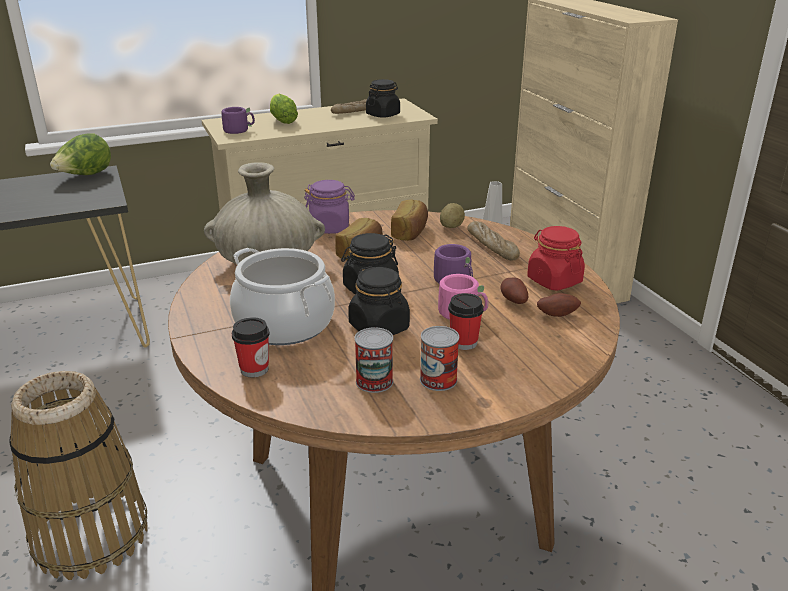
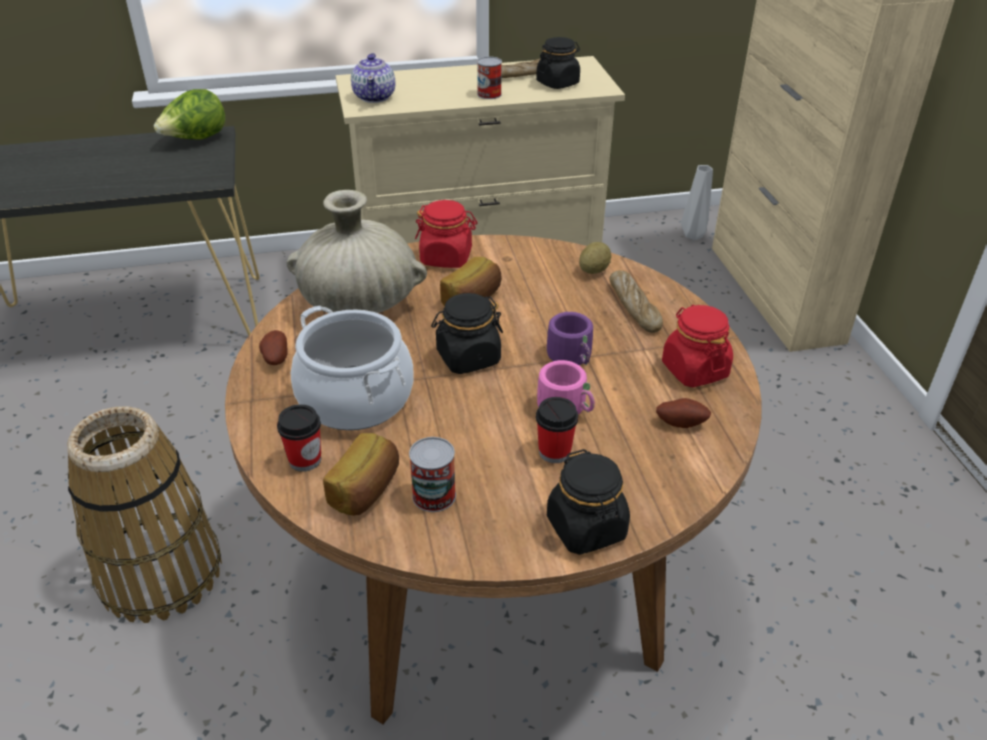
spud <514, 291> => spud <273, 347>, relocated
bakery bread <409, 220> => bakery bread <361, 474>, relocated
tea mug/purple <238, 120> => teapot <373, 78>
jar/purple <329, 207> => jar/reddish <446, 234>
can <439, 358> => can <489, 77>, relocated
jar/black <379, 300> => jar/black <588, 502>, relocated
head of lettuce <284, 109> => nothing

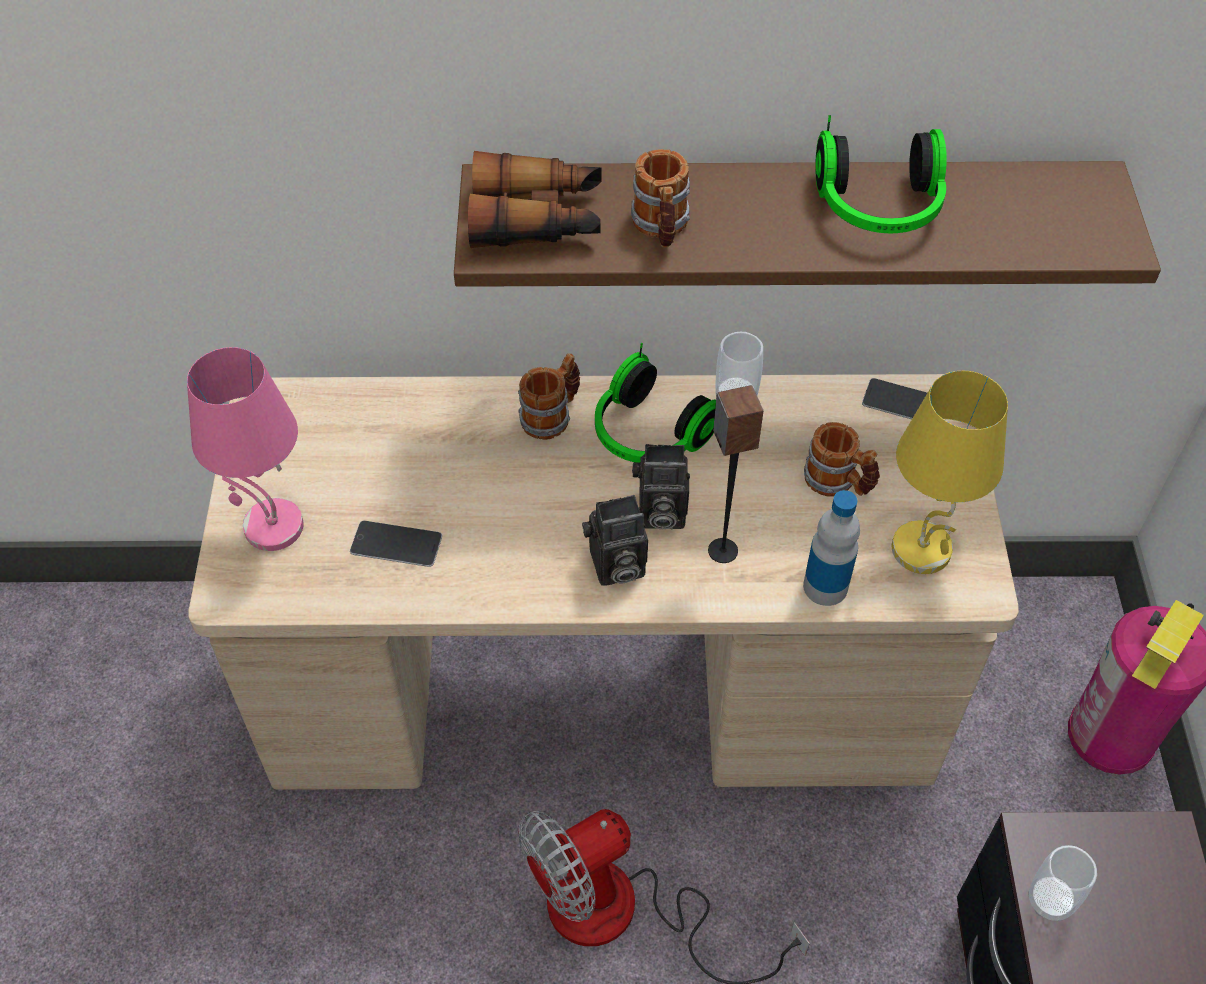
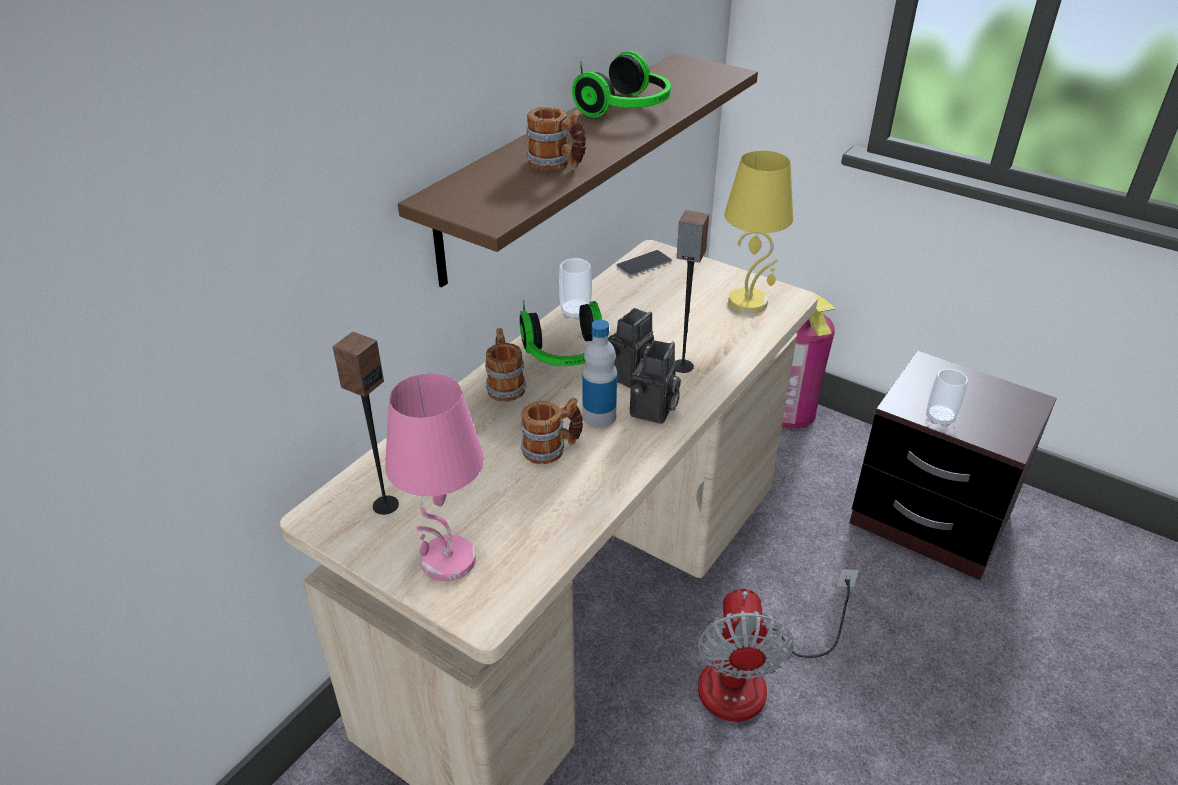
nothing => audio speaker <365, 423>
tea mug <842, 459> => tea mug <551, 430>, relocated
bottle <831, 548> => bottle <599, 374>, relocated
handset <396, 544> => nothing
pair of binoculars <534, 199> => nothing

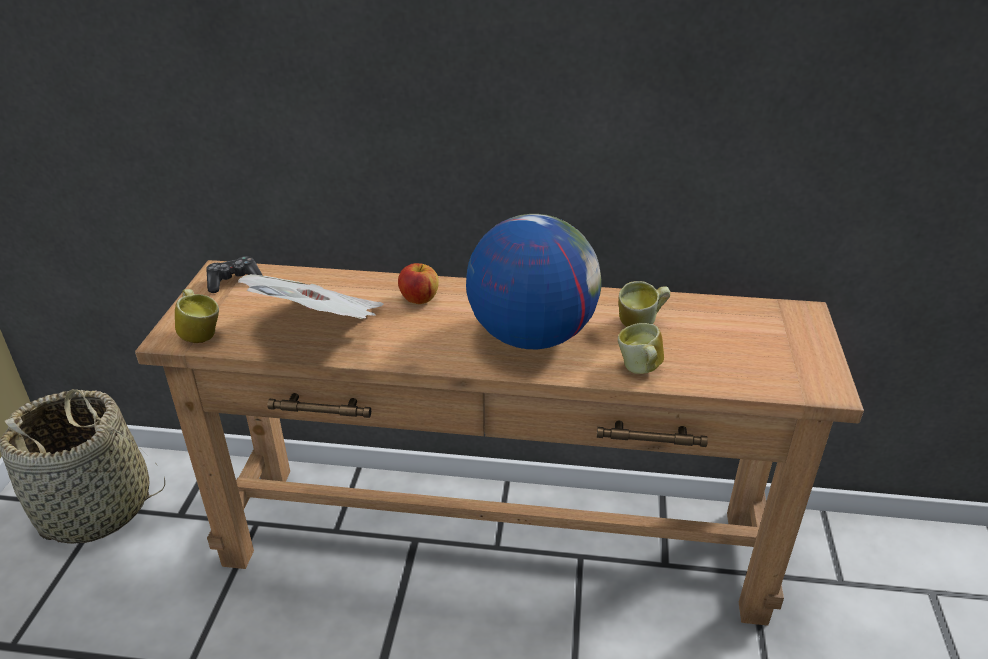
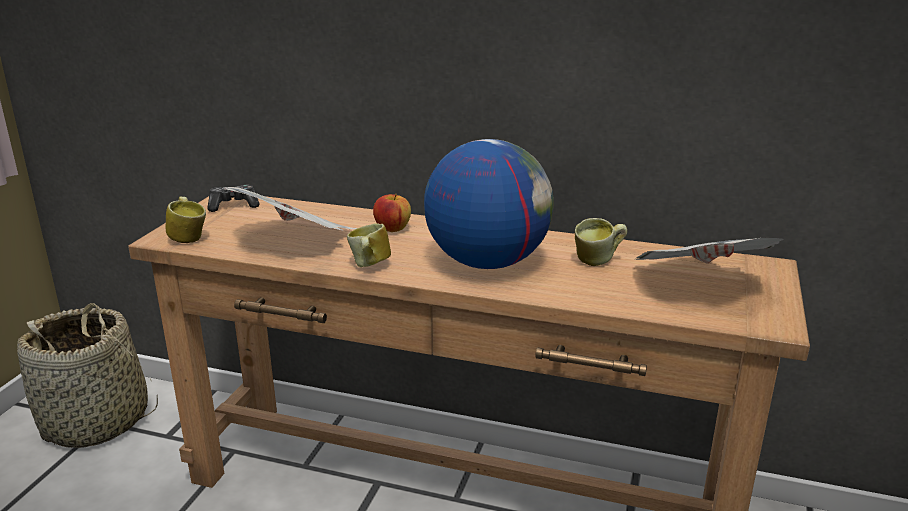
tea mug <641, 348> => tea mug <369, 245>, relocated
nothing => newspaper <709, 251>

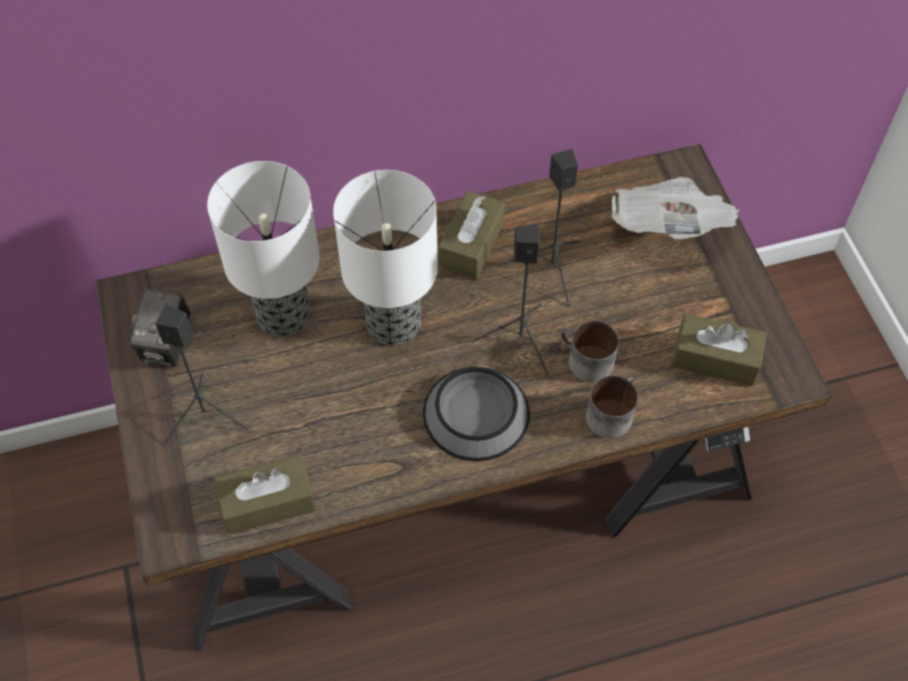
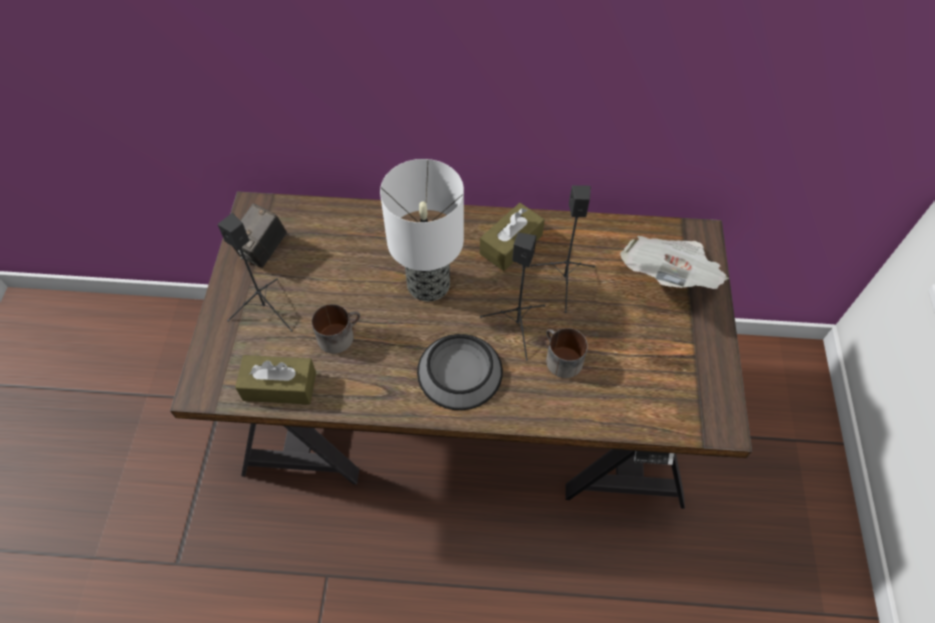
tea mug <612, 406> => tea mug <336, 329>, relocated
table lamp <263, 248> => nothing
box of tissues/brown-coloured <719, 350> => nothing

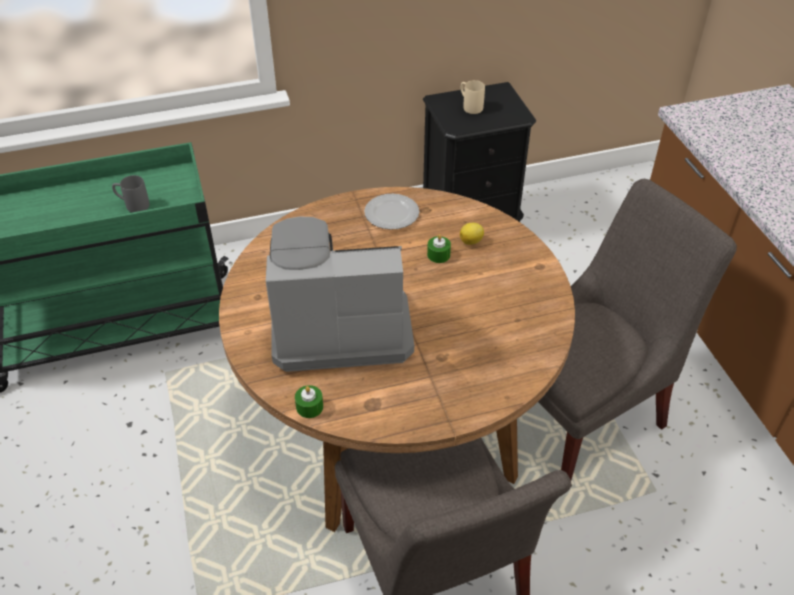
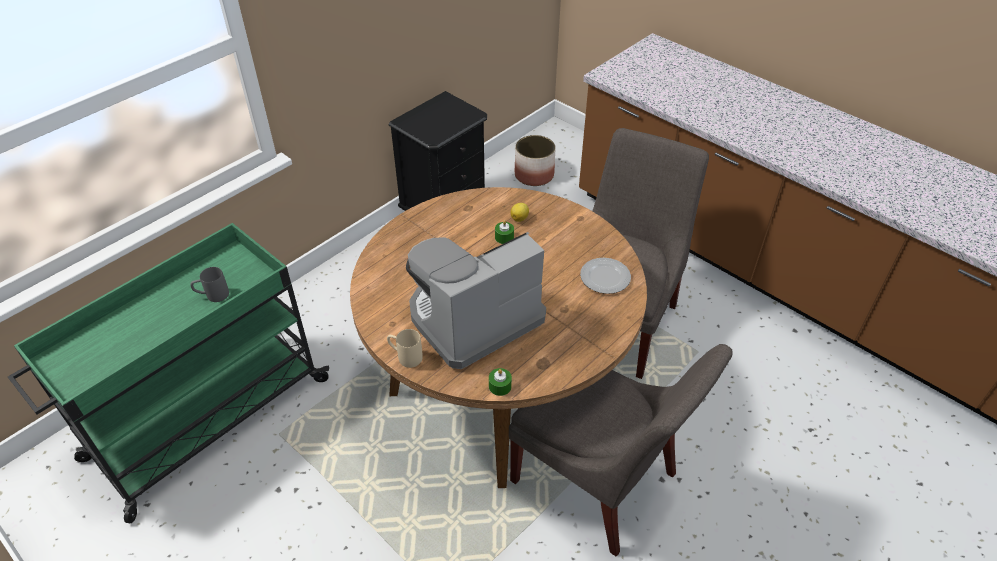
tea mug/beige <473, 97> => tea mug/beige <405, 348>, relocated
nothing => plant pot <535, 160>
plate <391, 212> => plate <605, 276>, relocated

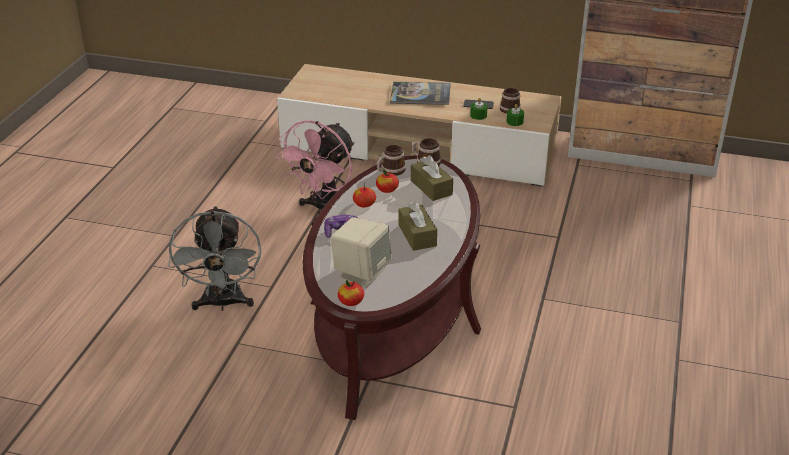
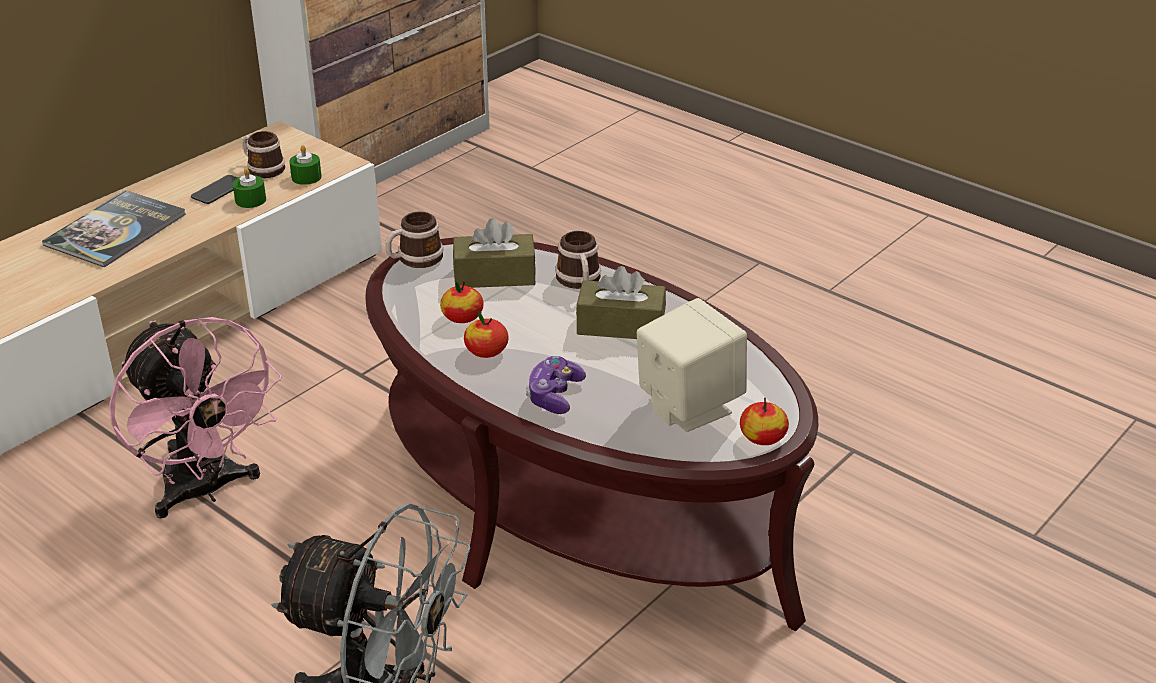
tea mug <391, 160> => tea mug <578, 260>, relocated

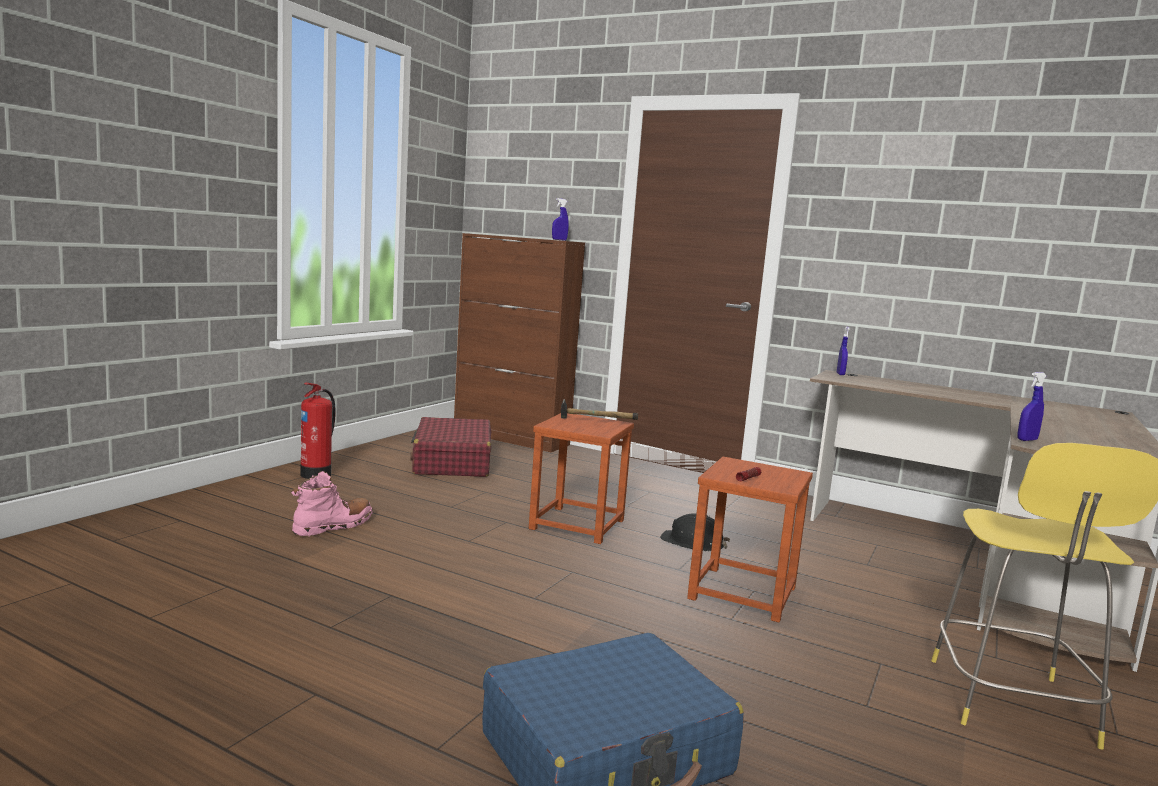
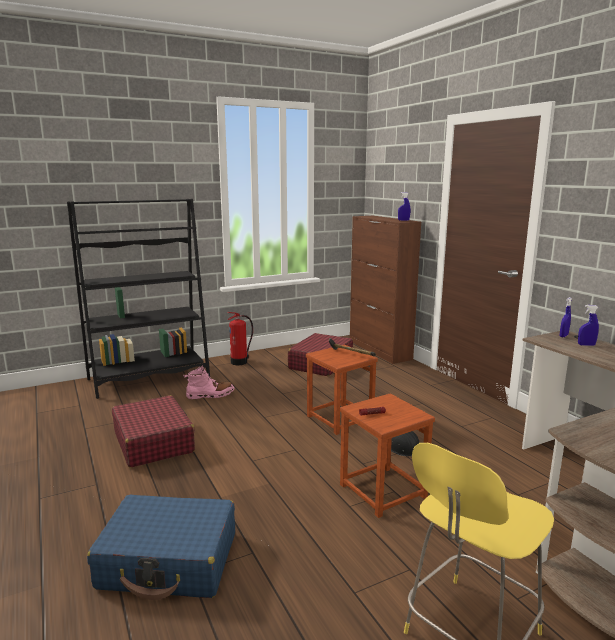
nothing => bookcase/black <138, 299>
nothing => piece of luggage/reddish <153, 431>
spray bottle/bluish <1031, 406> => spray bottle/bluish <588, 325>, relocated

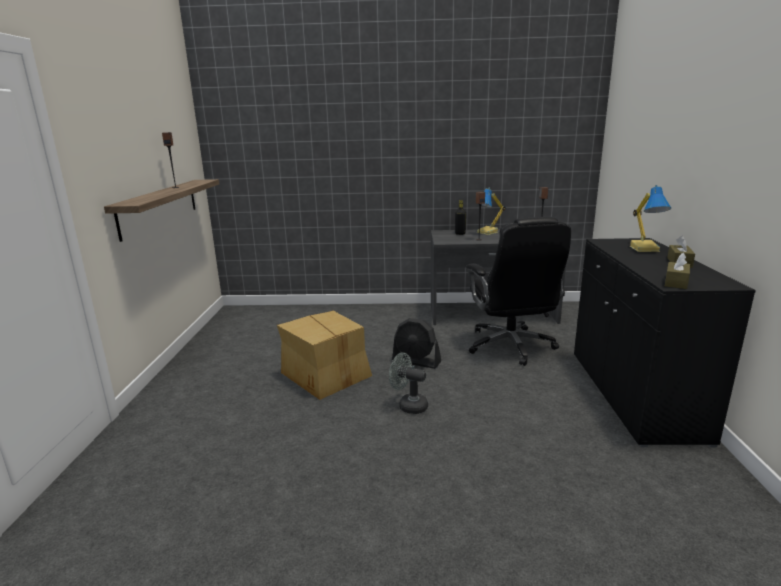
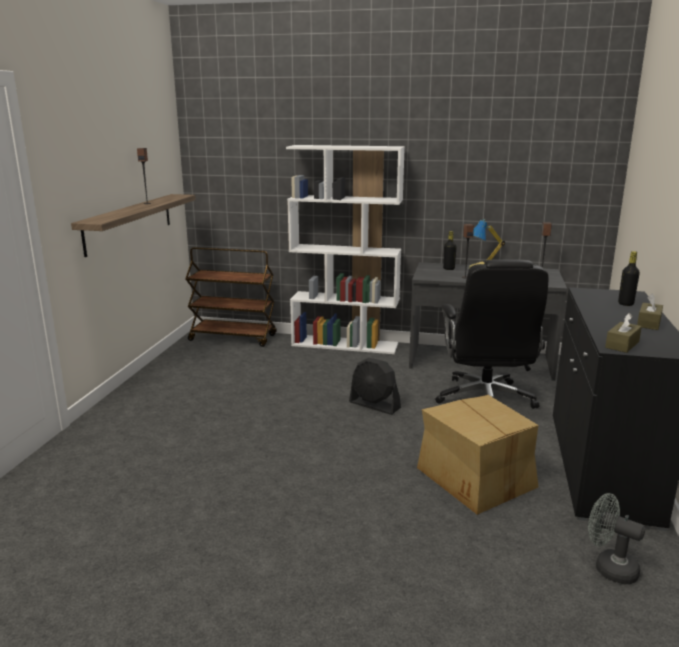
nothing => wheeled cart/brown-coloured <231, 297>
nothing => bookcase/whitish <345, 249>
cardboard box <324, 355> => cardboard box <477, 455>, relocated
cooling fan/gray <408, 383> => cooling fan/gray <616, 538>, relocated
table lamp <650, 218> => bottle/black <629, 278>

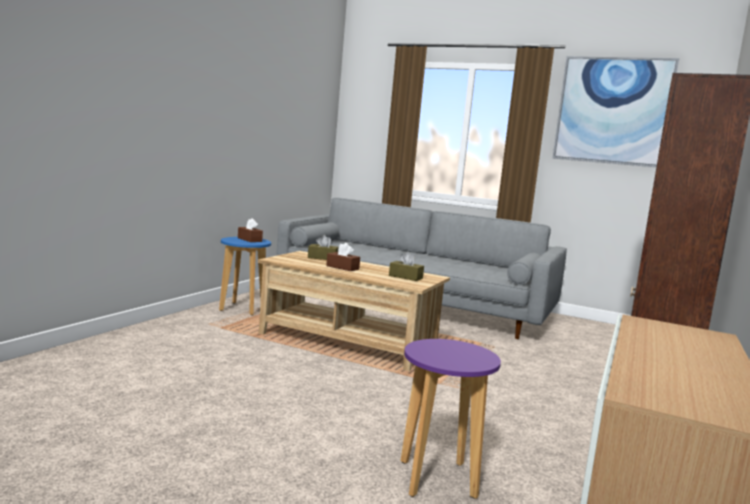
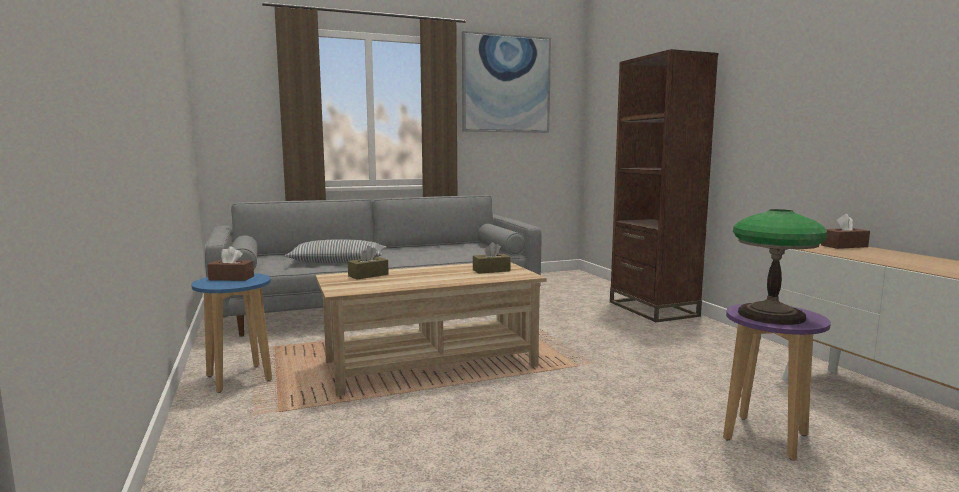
nothing => pillow <335, 251>
nothing => table lamp <780, 267>
box of tissues/brown-coloured <343, 257> => box of tissues/brown-coloured <845, 231>, relocated

